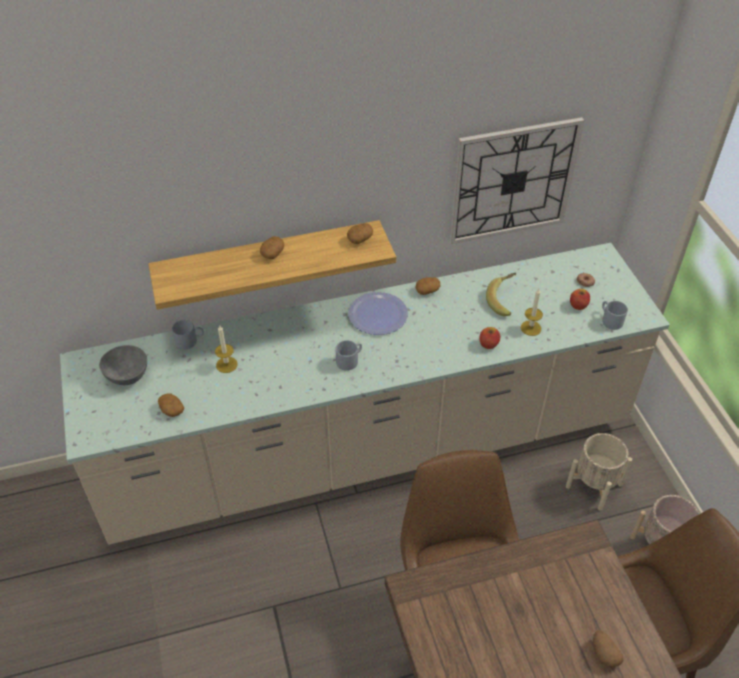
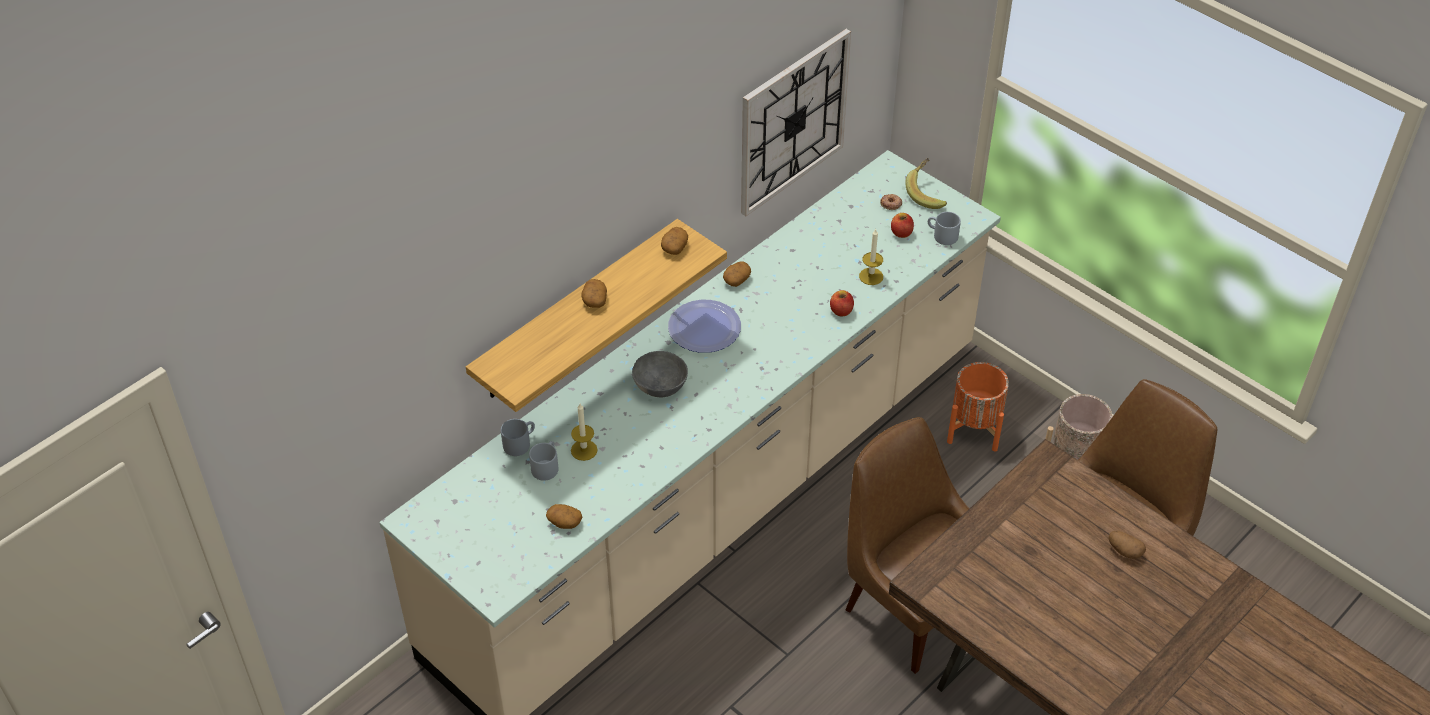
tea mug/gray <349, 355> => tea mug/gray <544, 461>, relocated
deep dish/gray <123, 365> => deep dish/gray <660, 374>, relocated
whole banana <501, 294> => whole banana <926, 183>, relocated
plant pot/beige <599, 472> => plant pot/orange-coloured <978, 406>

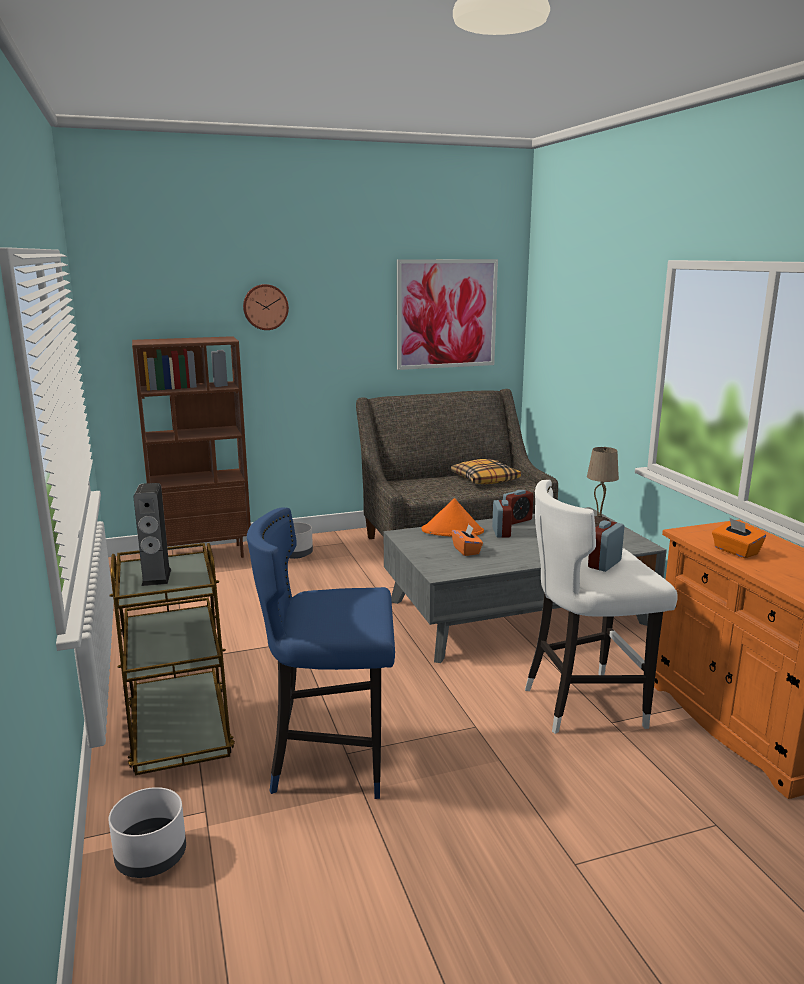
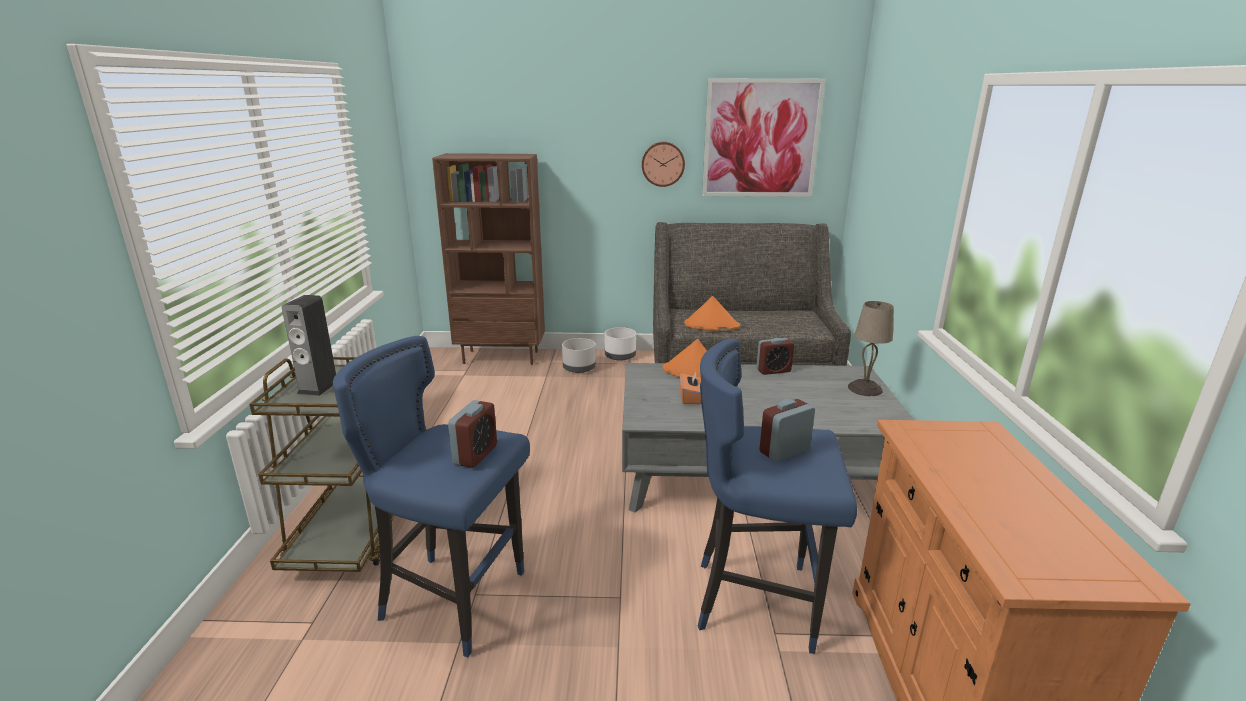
alarm clock <502, 519> => alarm clock <472, 434>, relocated
plant pot/whitish <147, 832> => plant pot/whitish <620, 344>, relocated
wall clock <266, 307> => wall clock <663, 164>, relocated
nothing => clothing hat/orange-coloured <712, 313>
sitting stool/whitish <601, 607> => sitting stool/bluish <777, 496>
pillow <486, 471> => nothing
box of tissues/orange-coloured <739, 538> => nothing

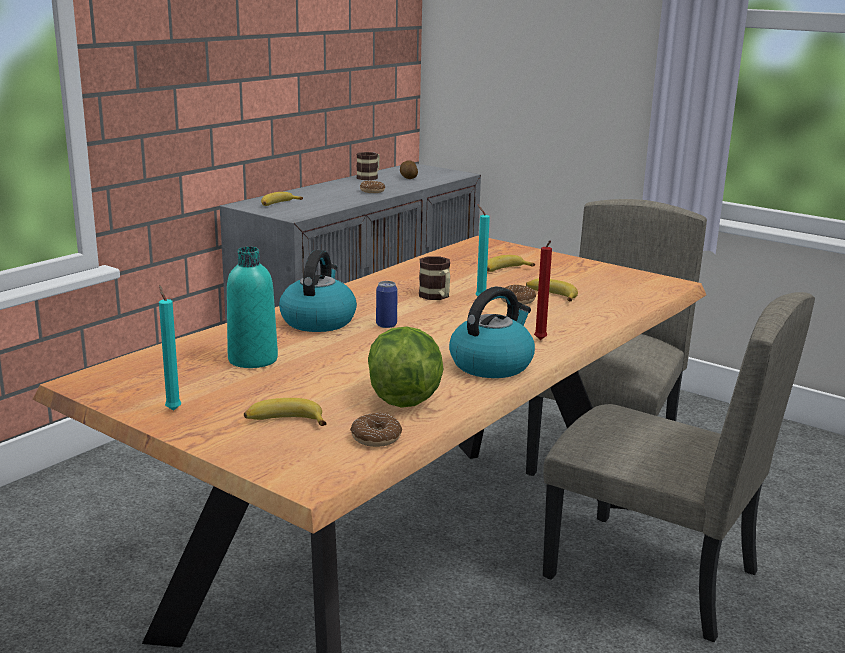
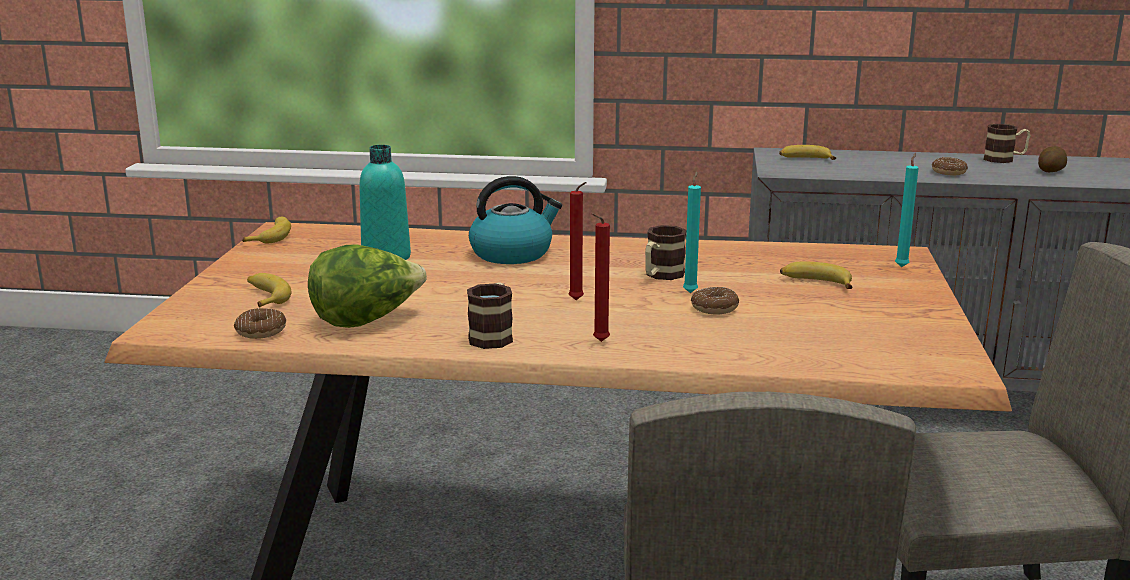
whole banana <552, 289> => whole banana <266, 230>, relocated
tea kettle <492, 332> => tea mug <490, 315>
nothing => candle/reddish <577, 241>
candle/blue-green <170, 348> => candle/blue-green <907, 210>, relocated
can <387, 304> => nothing

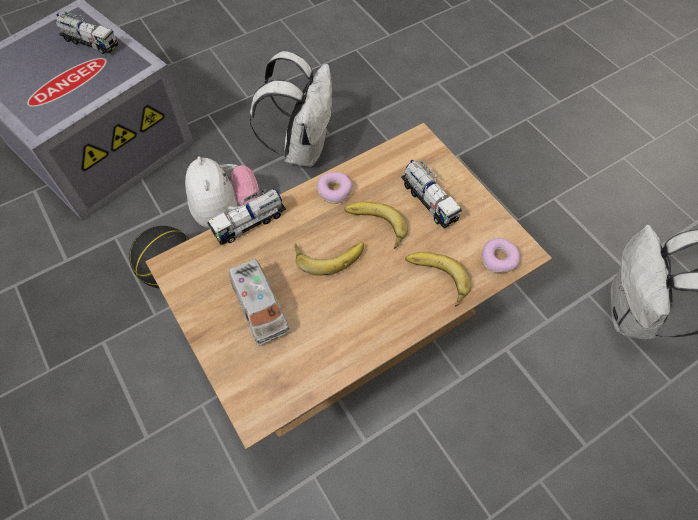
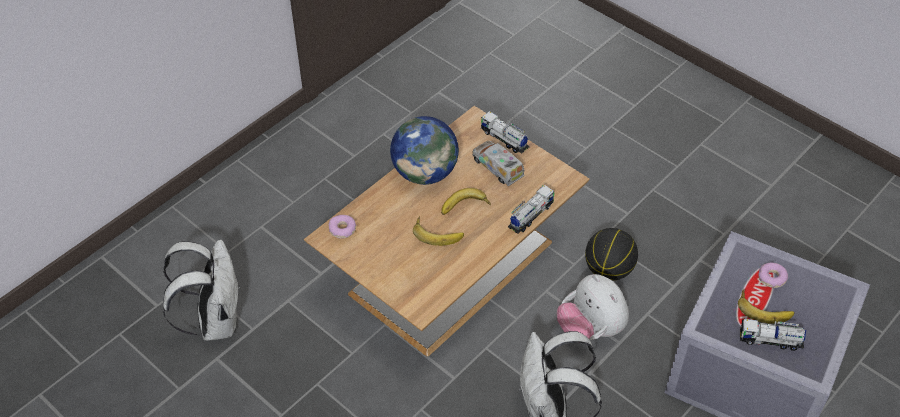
nothing => world globe <424, 150>
toy truck <431, 193> => toy truck <505, 132>, relocated
whole banana <438, 279> => whole banana <766, 306>, relocated
ring doughnut <334, 188> => ring doughnut <773, 275>, relocated

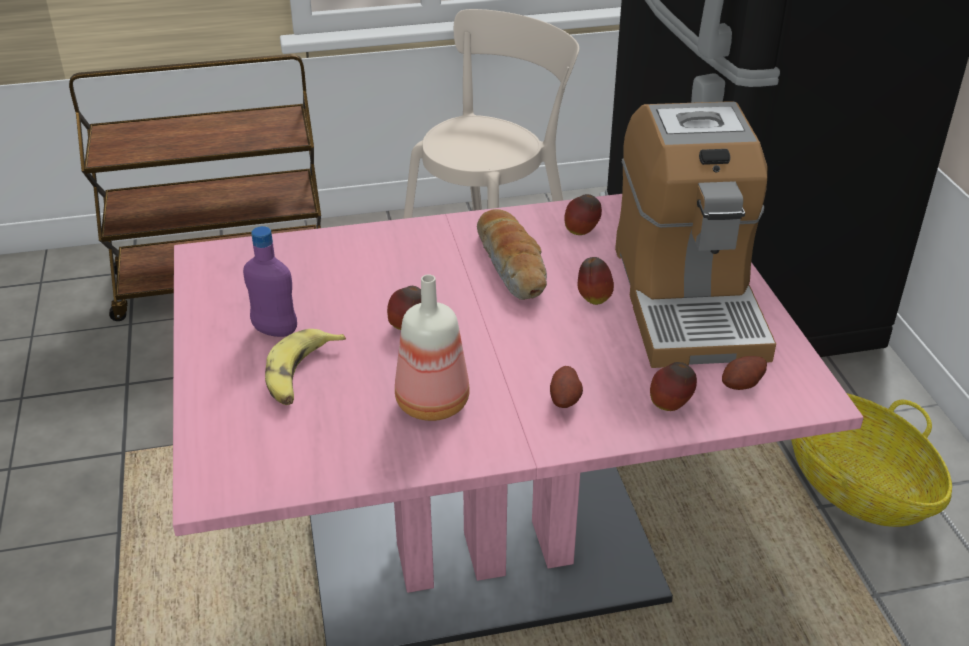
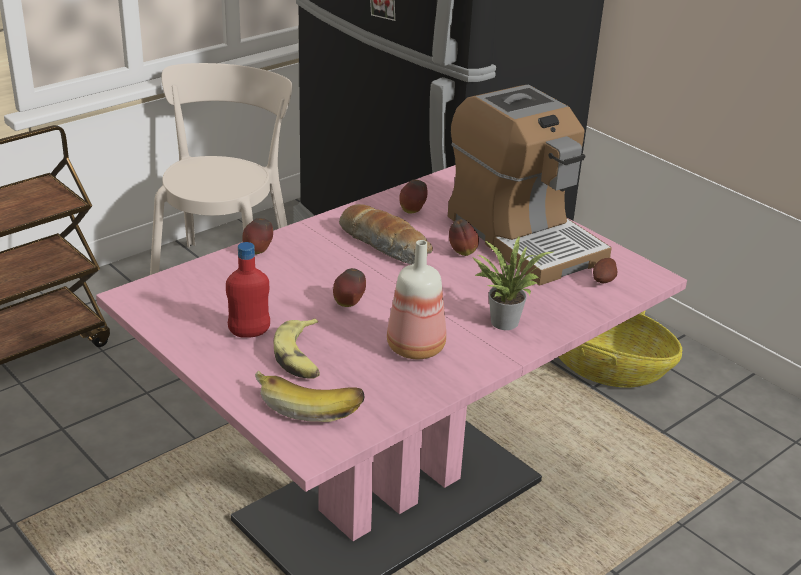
bottle/purple <270, 281> => bottle/reddish <248, 290>
whole apple <673, 386> => whole apple <257, 236>, relocated
nothing => whole banana <309, 396>
spud <566, 387> => potted plant <512, 283>

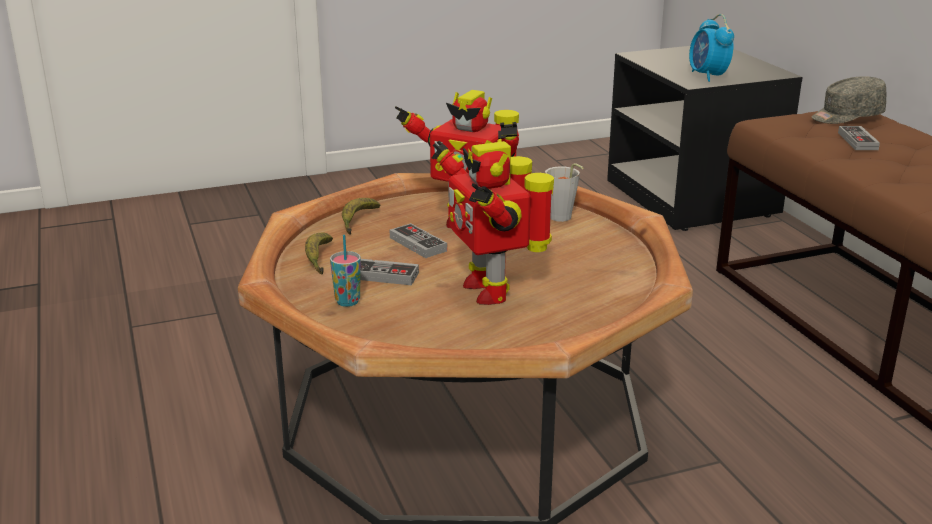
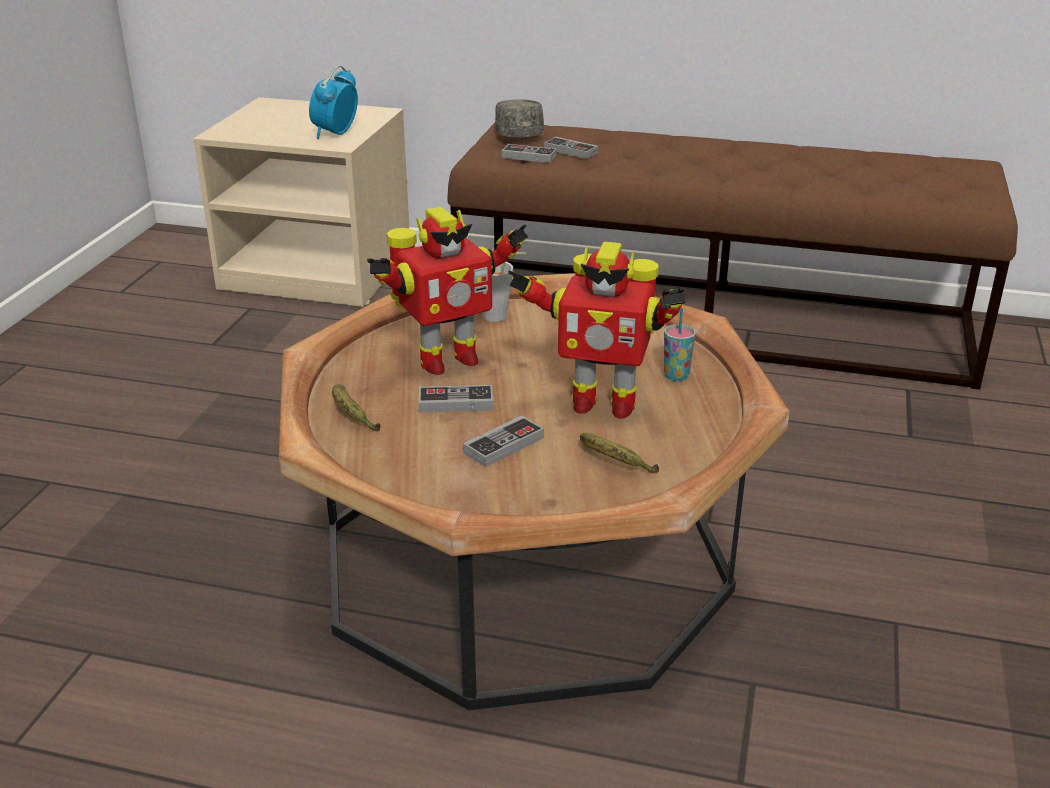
night table/black <705, 138> => night table/beige <301, 202>
alarm clock <711, 48> => alarm clock <333, 102>, 90 degrees clockwise
cap/gray <849, 100> => cap/gray <519, 118>, 150 degrees clockwise
nothing => game controller <529, 153>
whole banana <319, 253> => whole banana <619, 453>, relocated
drinking cup <345, 271> => drinking cup <680, 344>, relocated

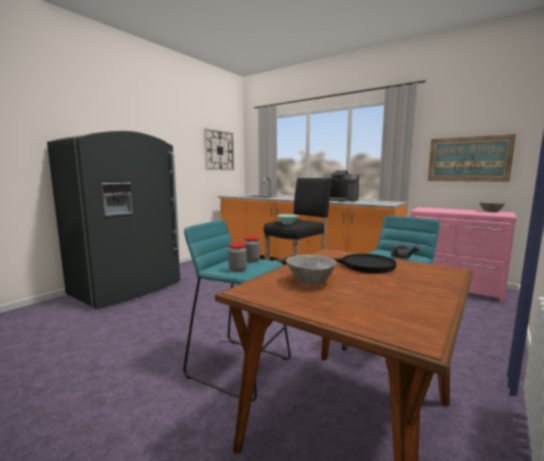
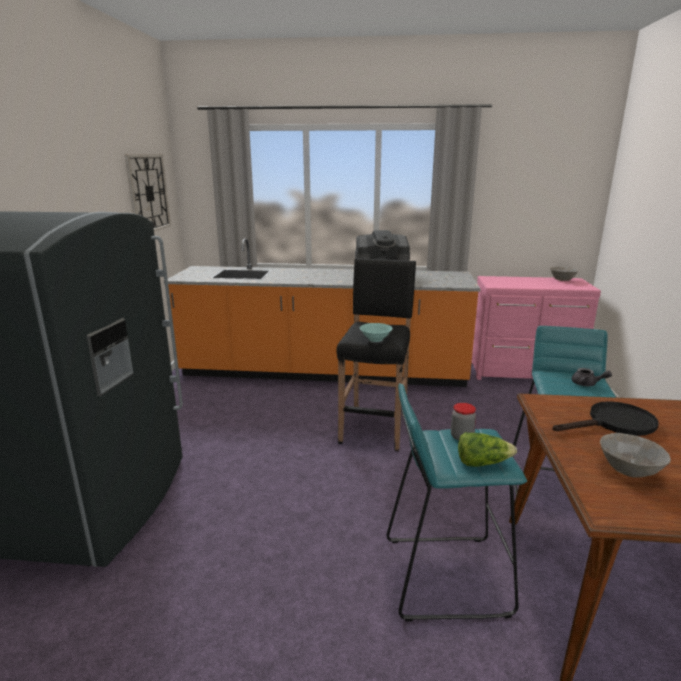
jar <237, 257> => head of lettuce <487, 449>
wall picture <472, 158> => nothing

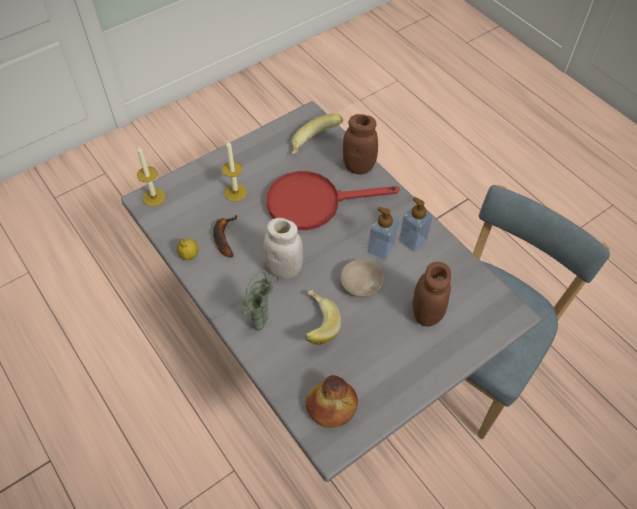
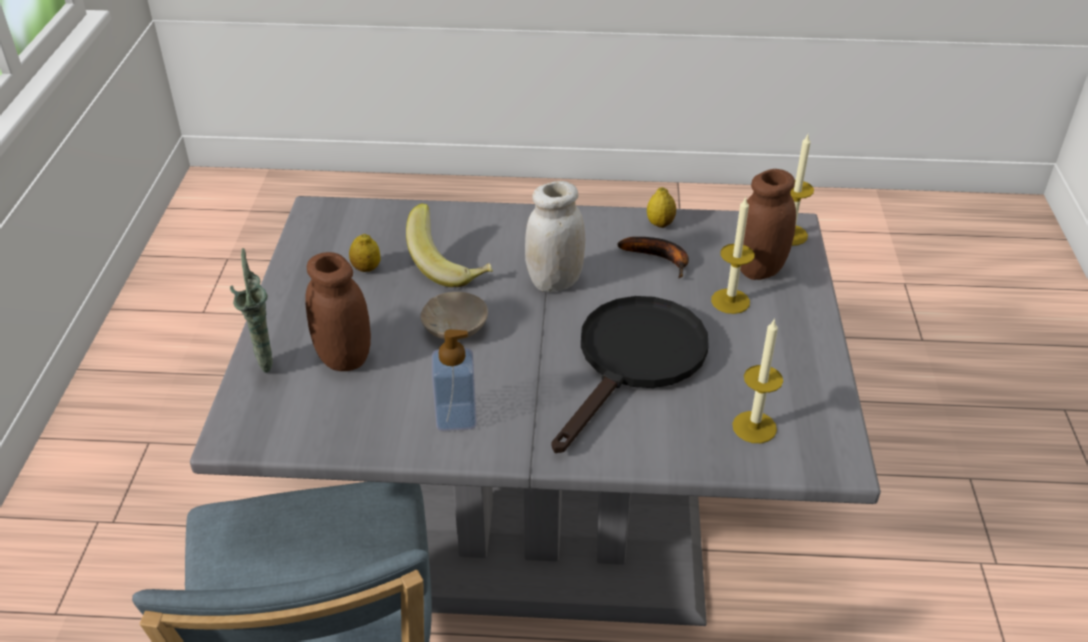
vase/greenish <257, 300> => vase/greenish <251, 310>, relocated
nothing => whole lemon <365, 253>
skillet/reddish <333, 200> => skillet/black <630, 374>
whole banana <317, 133> => candle <757, 380>
jar/brown-coloured <360, 144> => jar/brown-coloured <768, 224>, relocated
bakery bread <332, 401> => nothing
soap dispenser <383, 233> => nothing

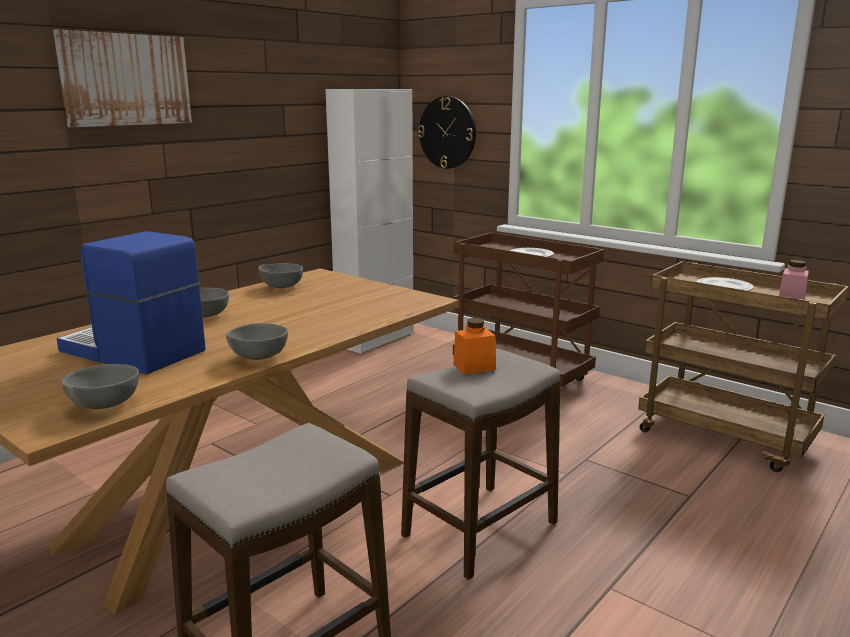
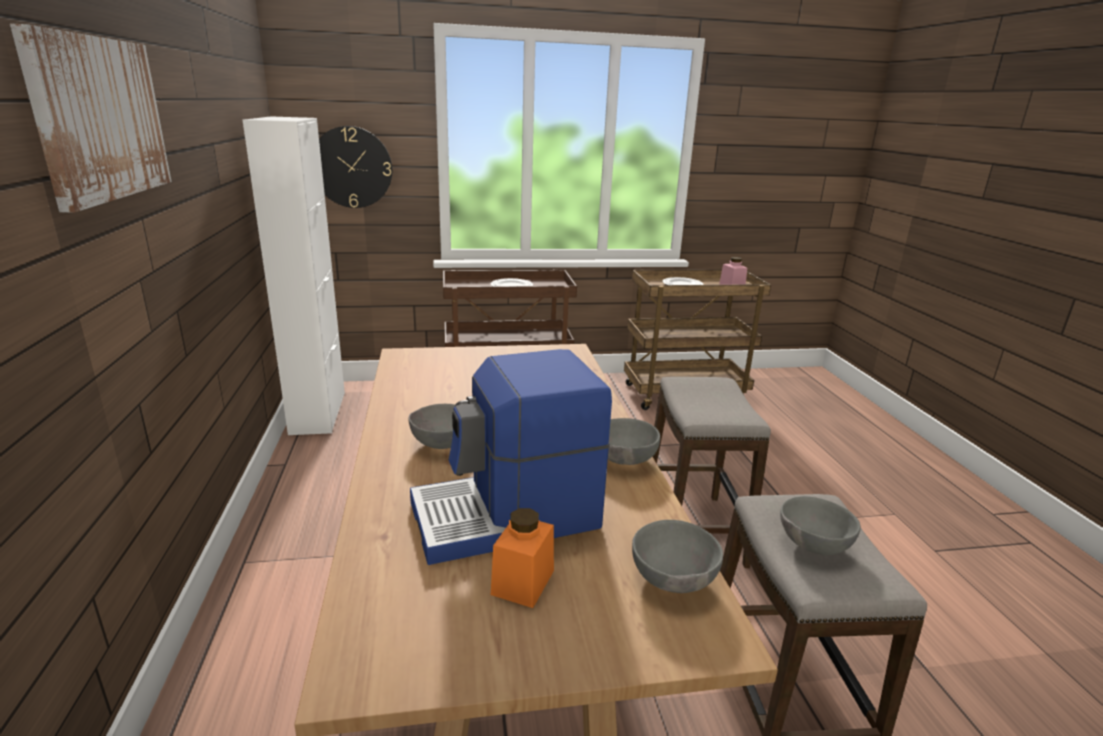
jar/orange-coloured <474, 346> => jar/orange-coloured <522, 558>, relocated
deep dish/gray <280, 275> => deep dish/gray <820, 525>, relocated

